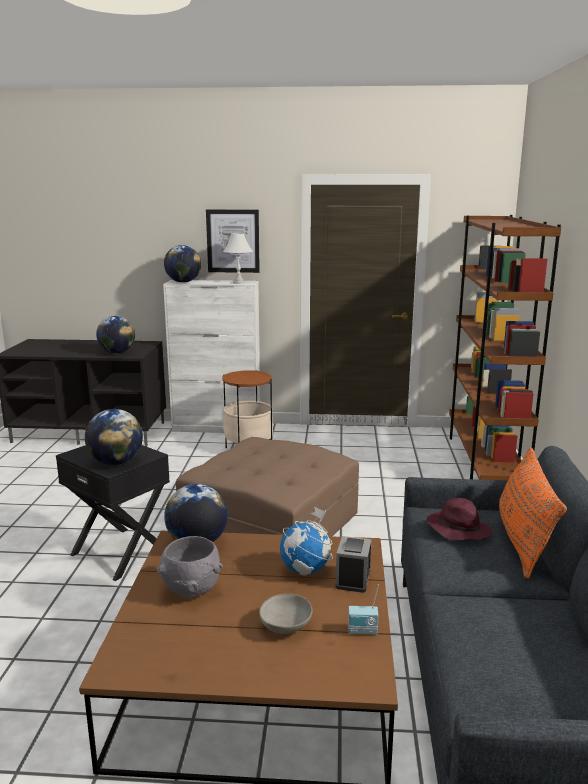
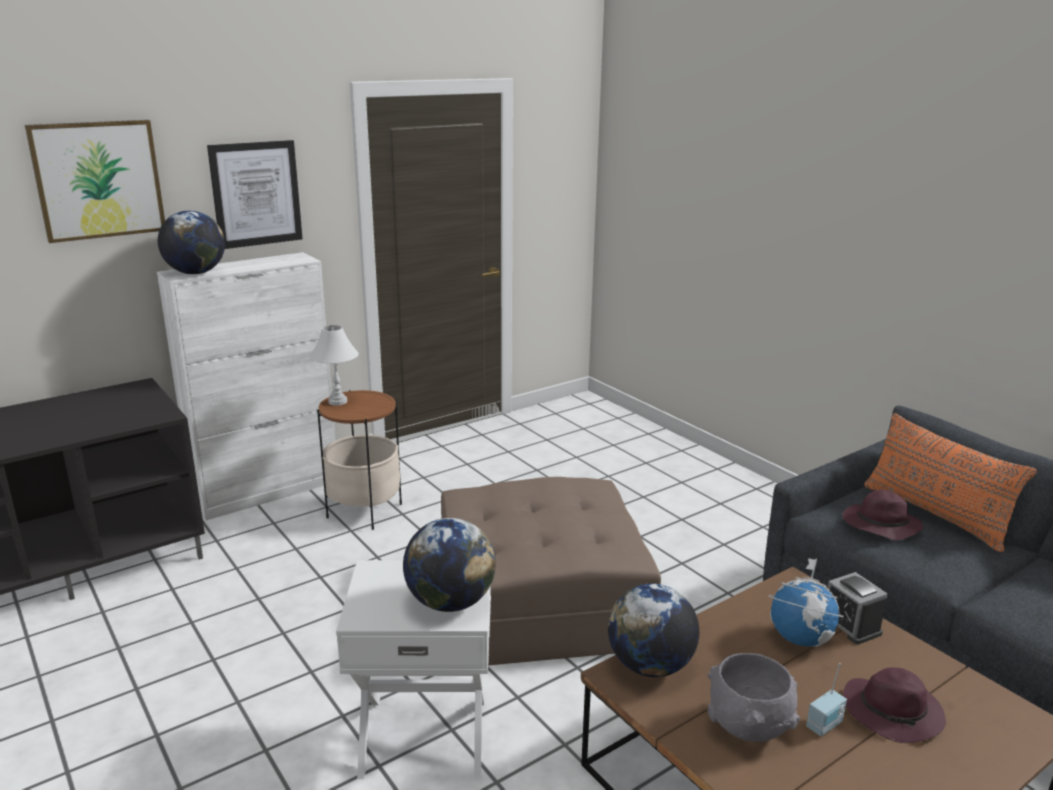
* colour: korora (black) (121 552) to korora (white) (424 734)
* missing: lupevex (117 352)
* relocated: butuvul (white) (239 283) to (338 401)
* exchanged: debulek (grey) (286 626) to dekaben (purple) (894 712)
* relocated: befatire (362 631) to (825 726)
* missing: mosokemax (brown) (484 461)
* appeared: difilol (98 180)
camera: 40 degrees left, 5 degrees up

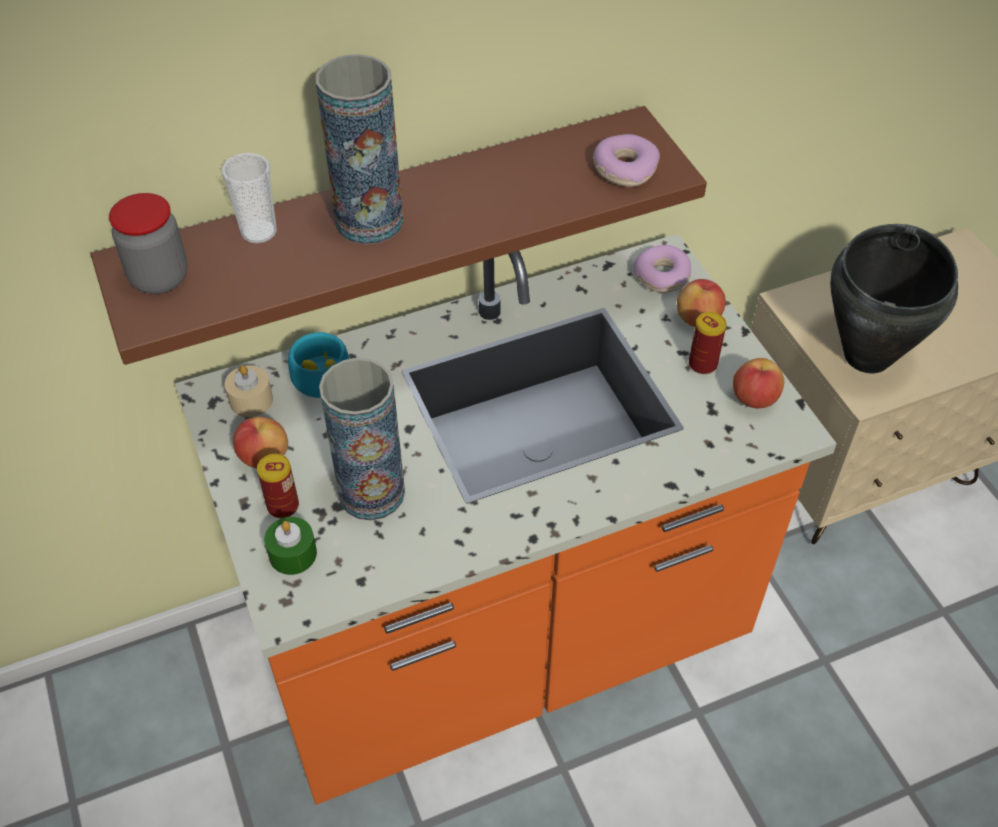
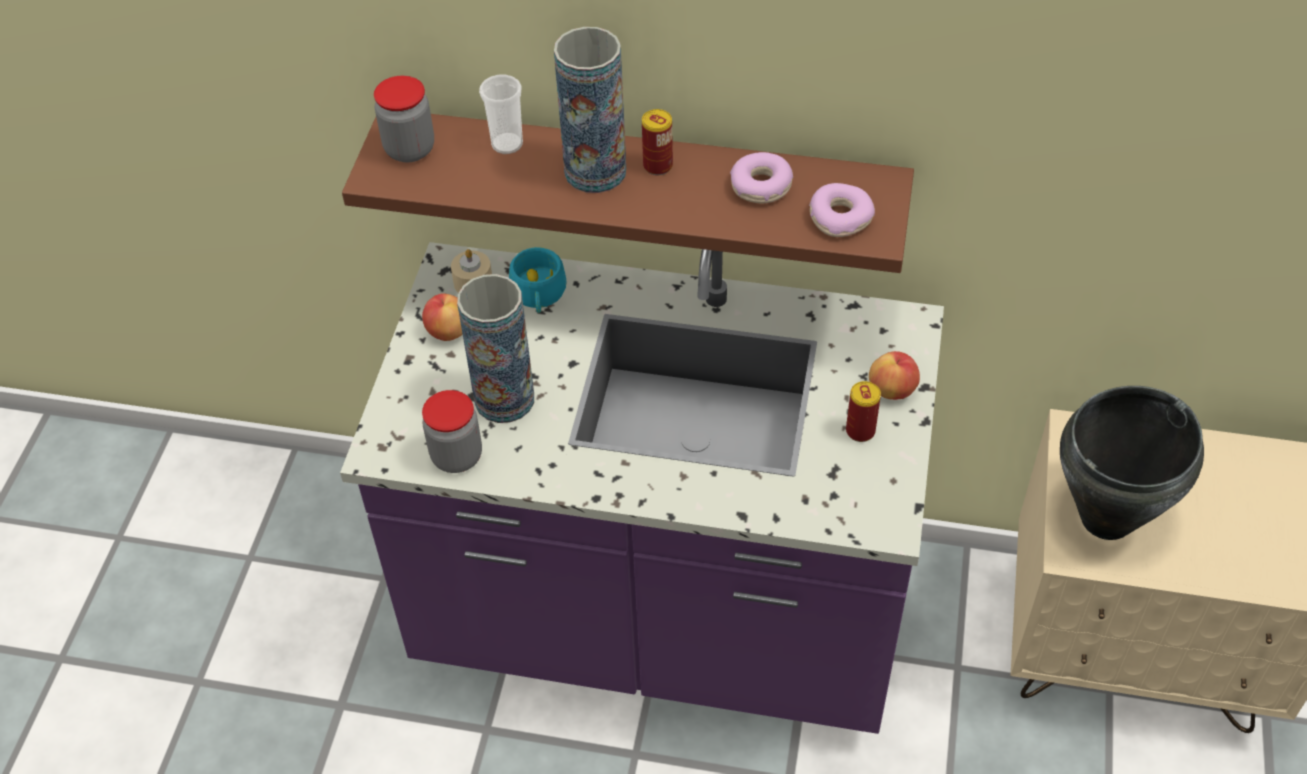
* colour: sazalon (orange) (499 639) to sazalon (purple) (661 618)
* relocated: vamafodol (283 506) to (658 166)
* missing: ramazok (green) (293 554)
* relocated: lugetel (662 276) to (761 186)
* missing: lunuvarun (754 399)
* appeared: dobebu (457 456)
camera: 35 degrees right, 0 degrees up

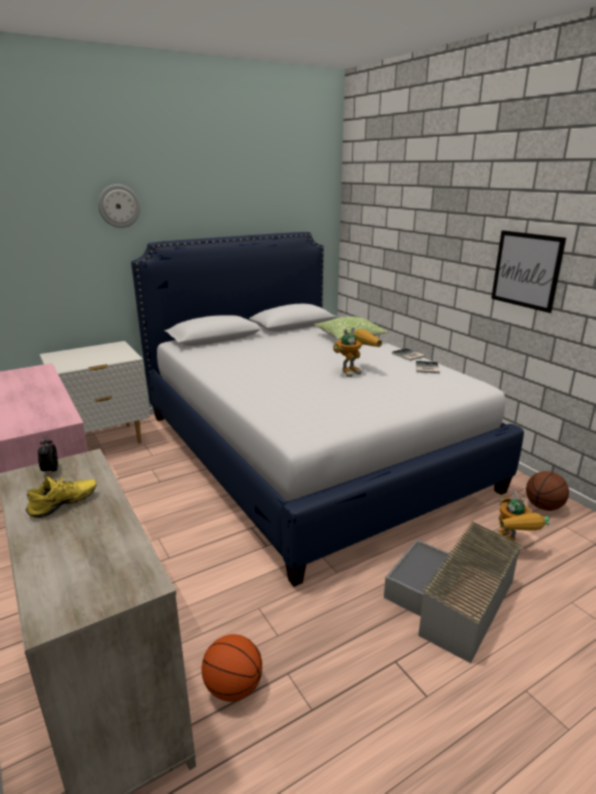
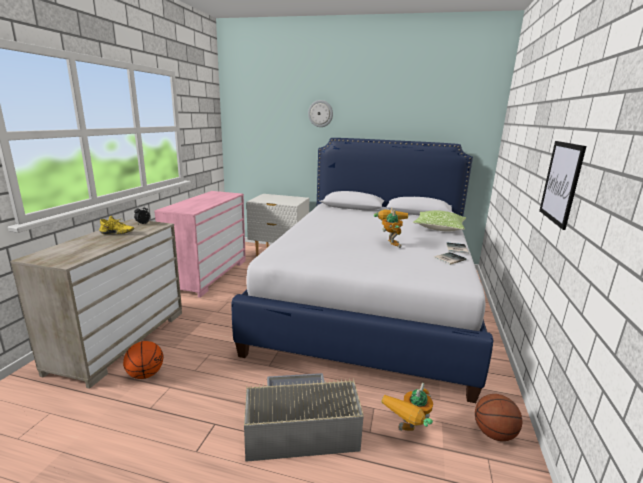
* spun: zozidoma (354 371) = (389 243) 105 degrees counterclockwise
camera: 45 degrees right, 5 degrees down

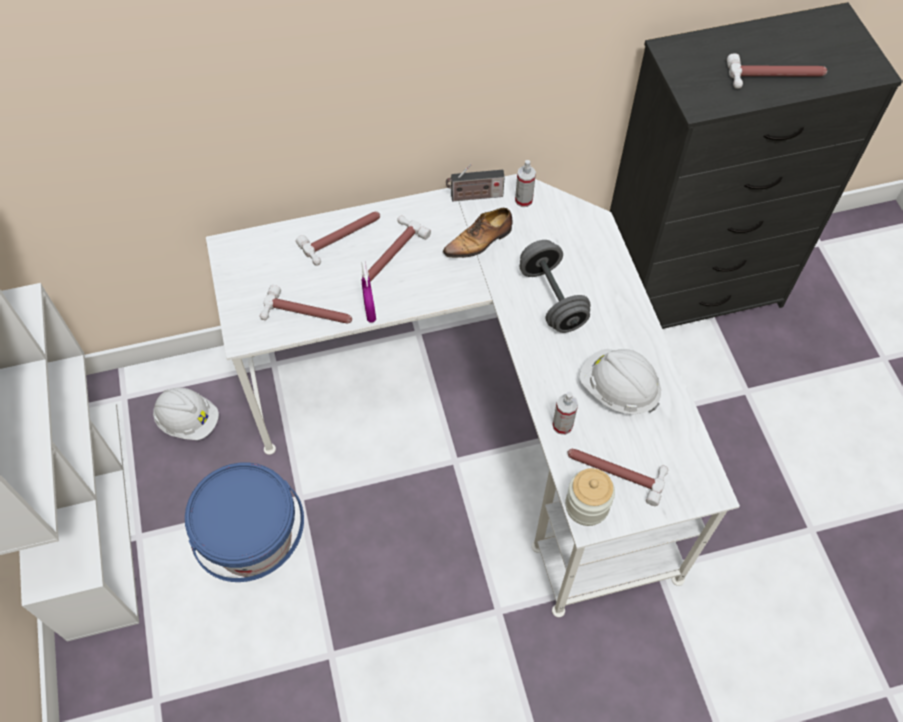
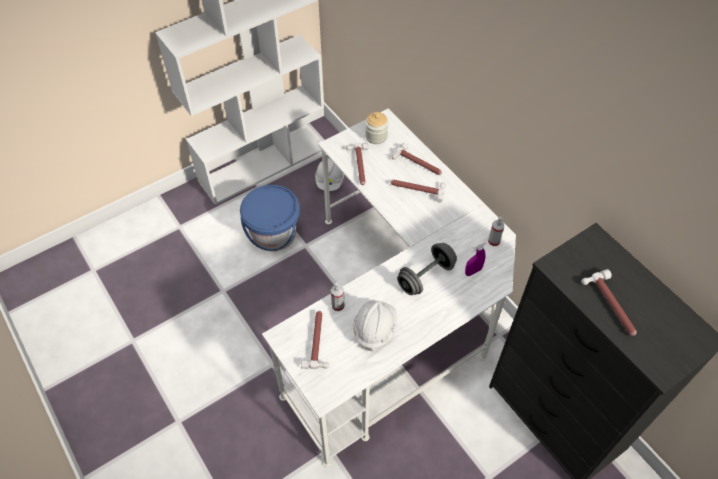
* relocated: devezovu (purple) (370 311) to (473 271)
* missing: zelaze (480 241)
* missing: befatire (474 196)
* relocated: dobebu (587 506) to (376 136)
camera: 70 degrees right, 5 degrees down

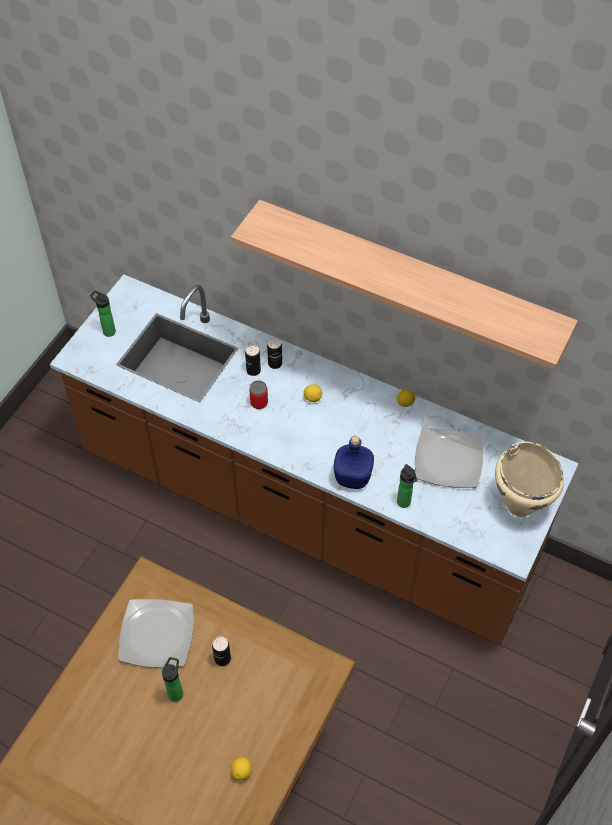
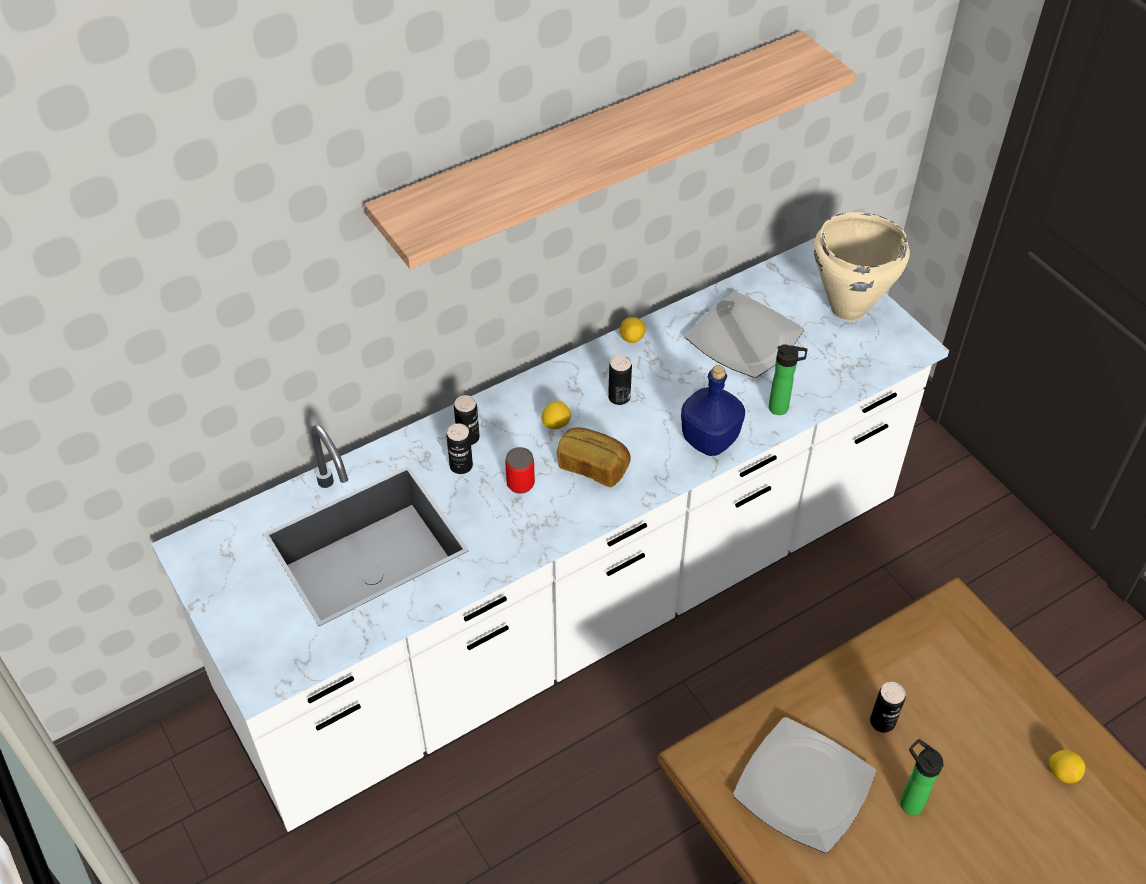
* colour: sazalon (brown) (306 510) to sazalon (white) (573 608)
* missing: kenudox (107 331)
* appeared: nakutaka (593 466)
* appeared: vamafodol (619 397)
camera: 60 degrees left, 5 degrees down

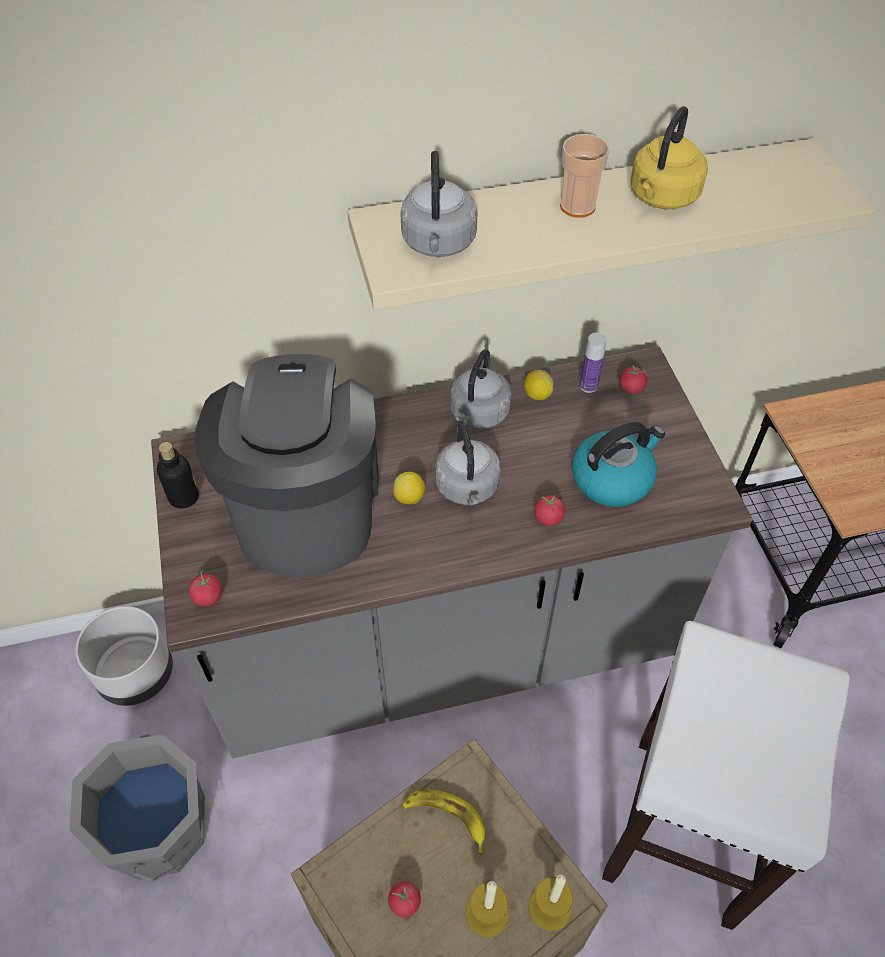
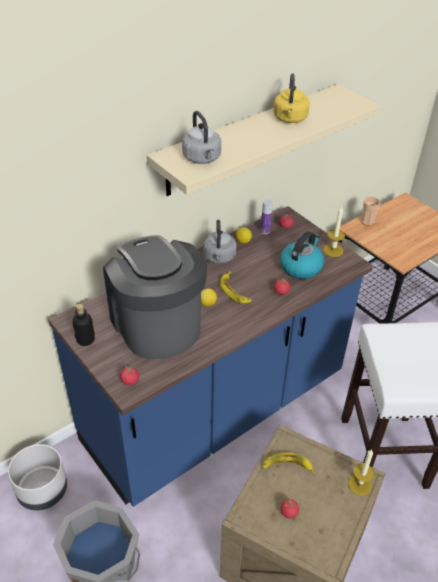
* colour: sazalon (grey) (442 644) to sazalon (blue) (216 410)
* exchanged: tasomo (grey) (468 488) to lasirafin (234 291)
* relocated: ramazok (487 913) to (333 250)
* relocated: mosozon (577 206) to (367 221)
camera: 25 degrees left, 10 degrees down

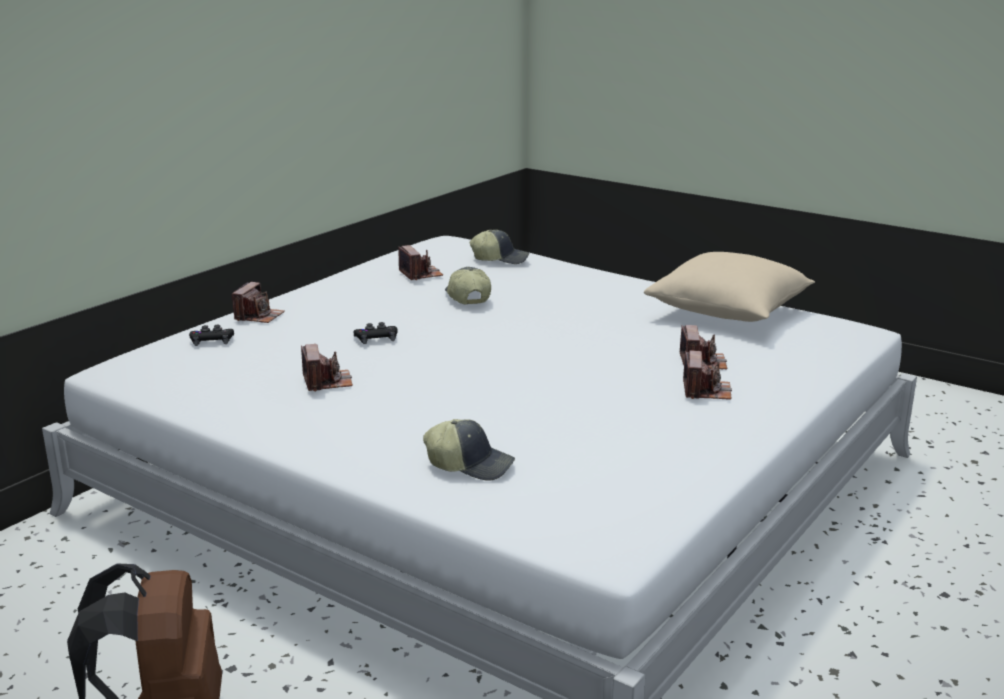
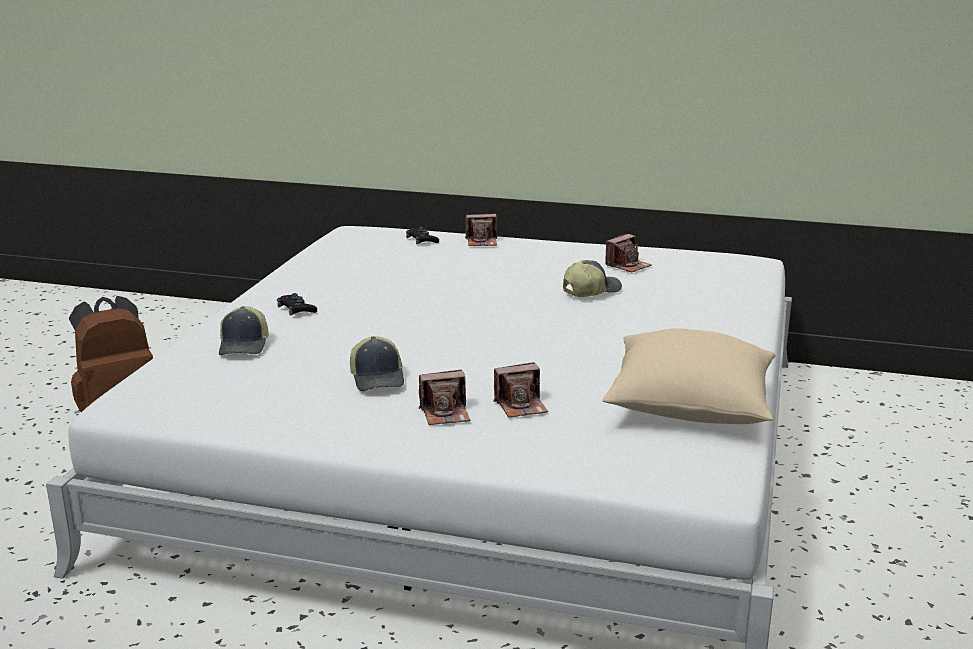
* missing: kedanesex (327 382)
* relocated: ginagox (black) (376 338) to (296 309)
* relocated: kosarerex (500 259) to (378 378)
camera: 70 degrees right, 0 degrees up

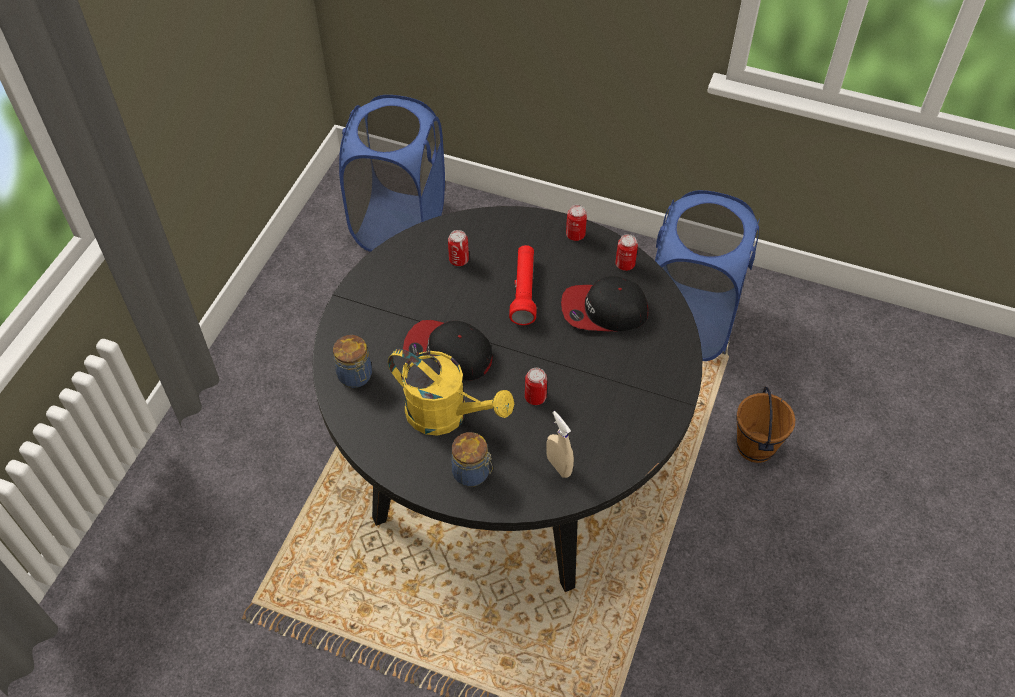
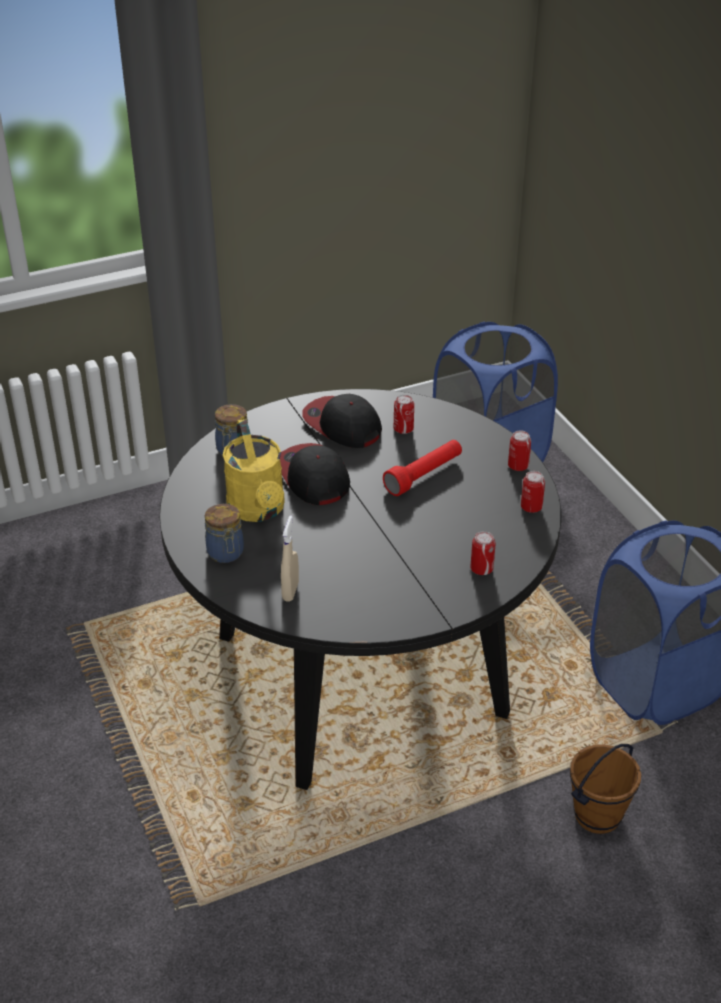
* relocated: vamafodol (535 397) to (481 569)
* relocated: kosarerex (603 310) to (342 425)
camera: 45 degrees right, 15 degrees down

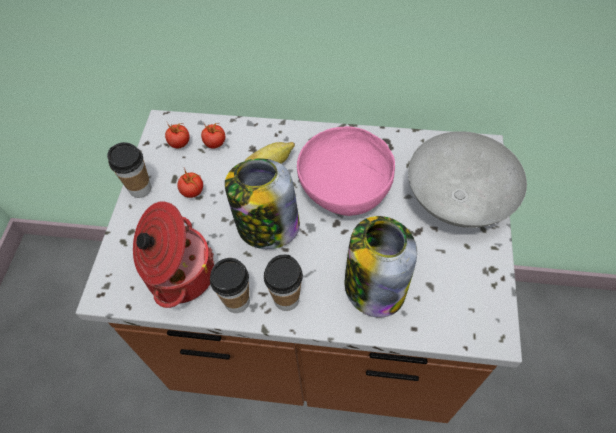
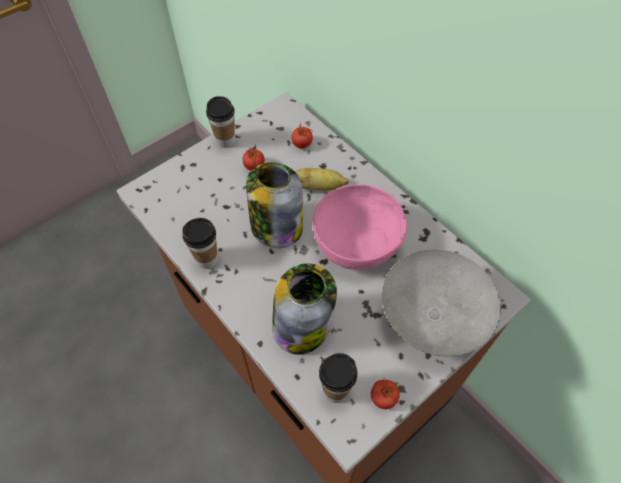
* missing: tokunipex (179 274)
* relocated: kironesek (180 143) to (383 398)
* relocated: mosozon (286 299) to (335 390)
camera: 40 degrees right, 0 degrees up

